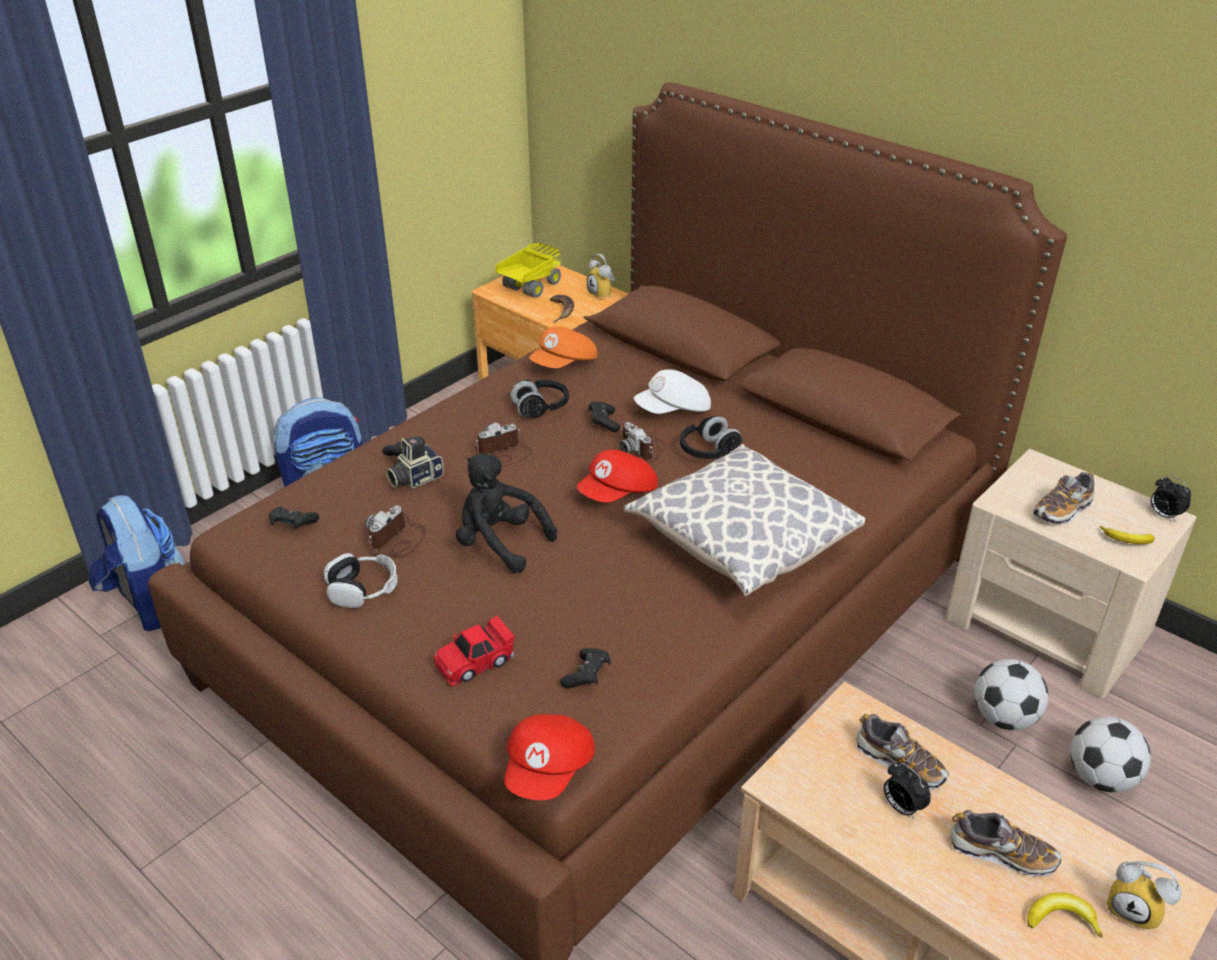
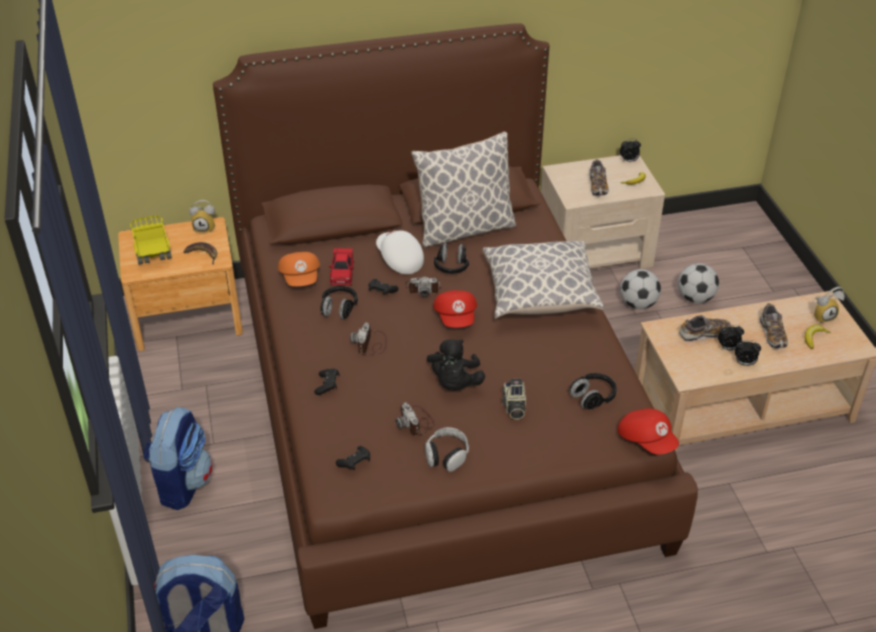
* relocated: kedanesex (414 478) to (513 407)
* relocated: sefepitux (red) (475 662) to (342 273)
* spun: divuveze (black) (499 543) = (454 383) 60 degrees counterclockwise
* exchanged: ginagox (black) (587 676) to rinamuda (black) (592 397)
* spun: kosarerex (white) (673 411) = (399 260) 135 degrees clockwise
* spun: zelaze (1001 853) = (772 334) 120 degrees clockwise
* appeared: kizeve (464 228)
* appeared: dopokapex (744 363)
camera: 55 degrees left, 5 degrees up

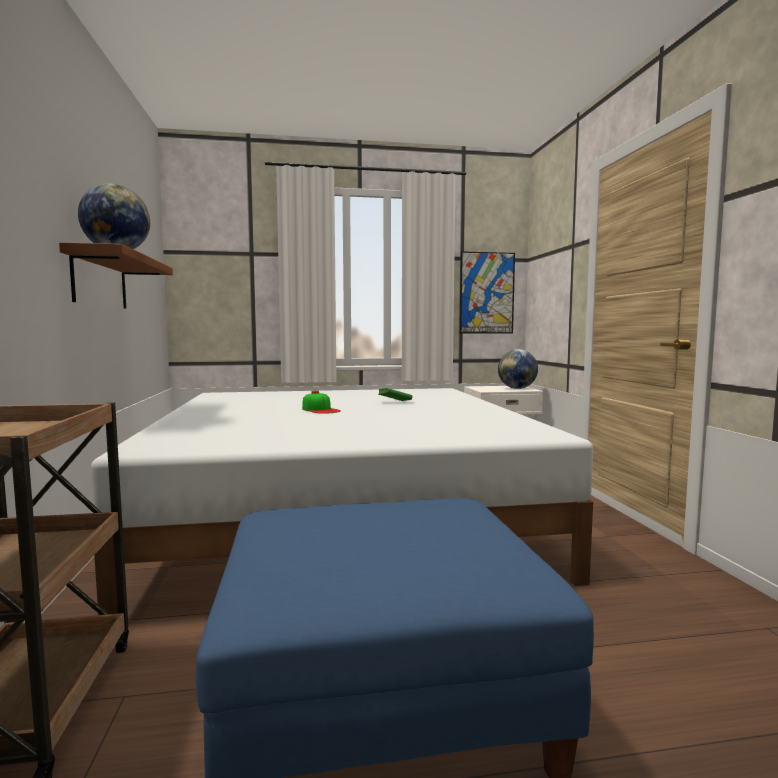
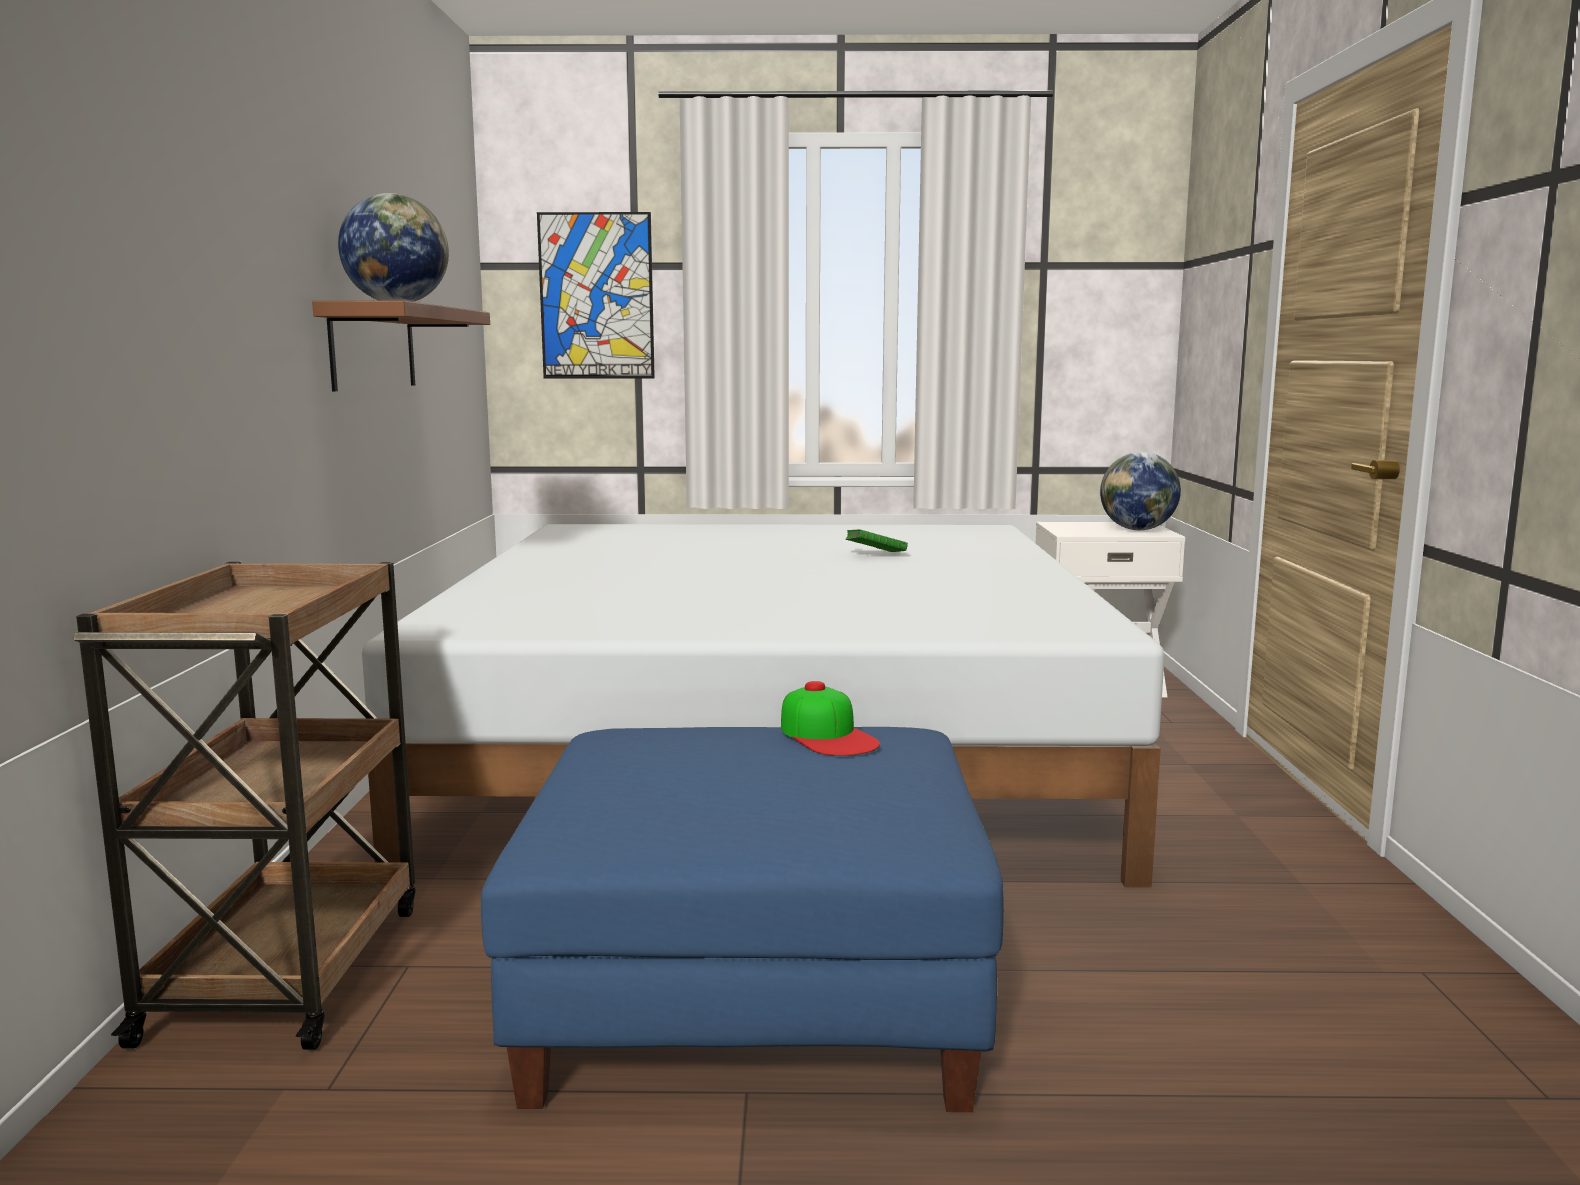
* relocated: kosarerex (320 410) to (828 735)
* relocated: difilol (487 293) to (596 296)
camera: 10 degrees right, 5 degrees up

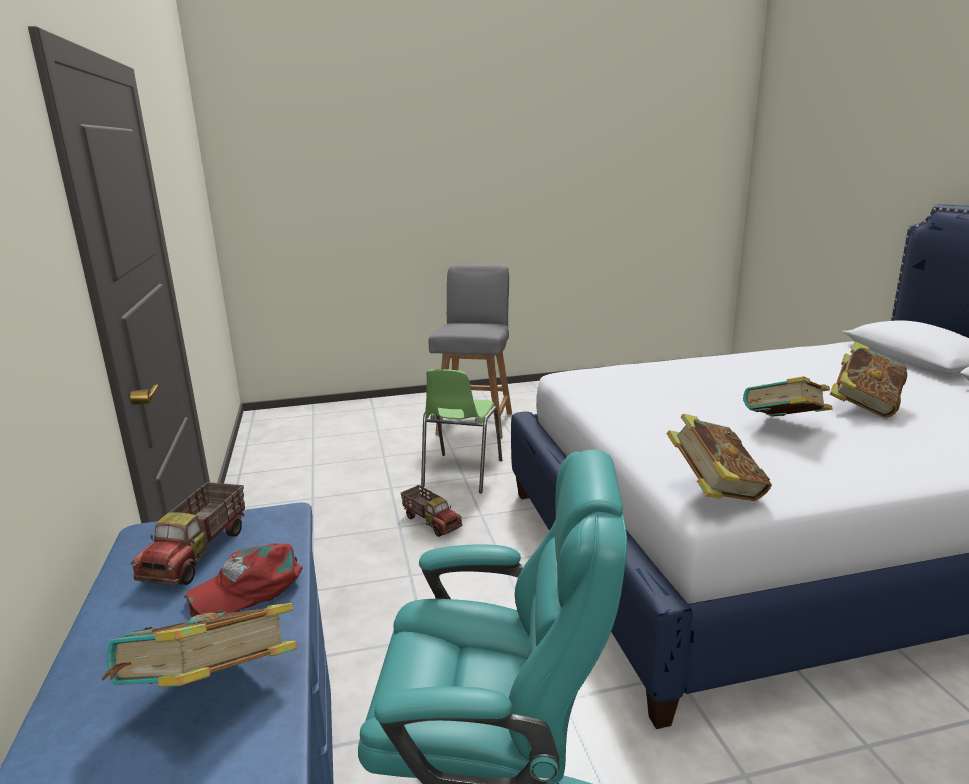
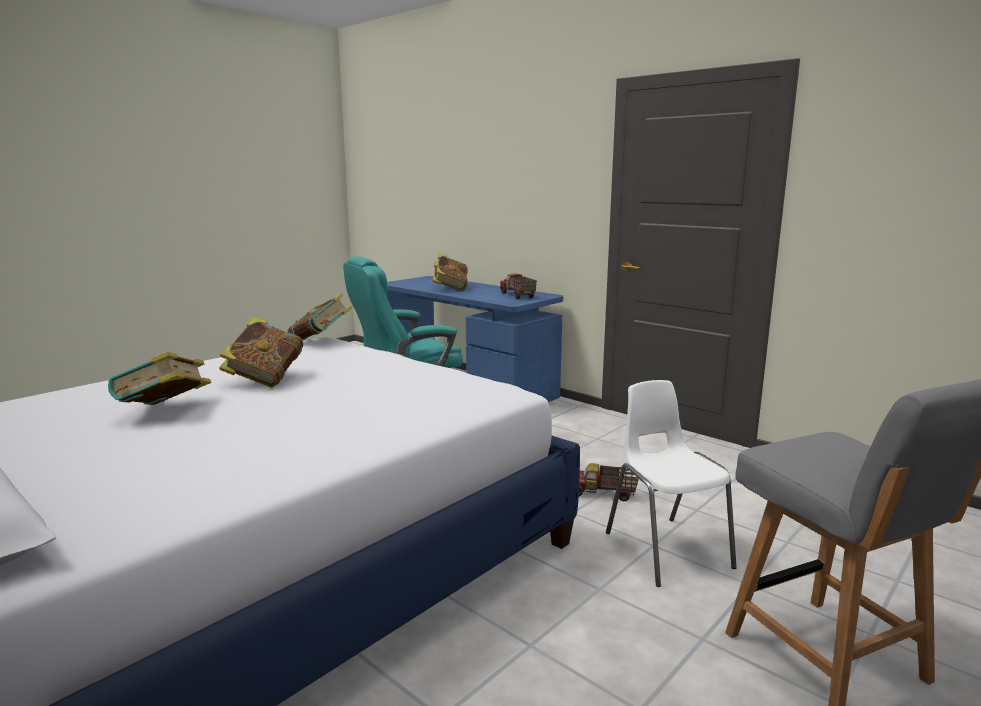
* missing: kosarerex (red) (249 587)
* colour: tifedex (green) (461 473) to tifedex (white) (666 549)
camera: 145 degrees right, 5 degrees down

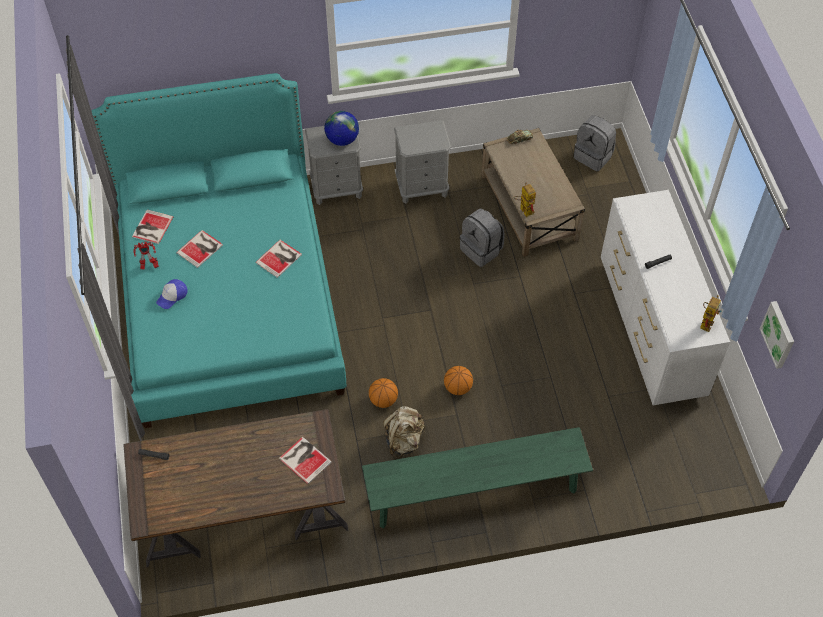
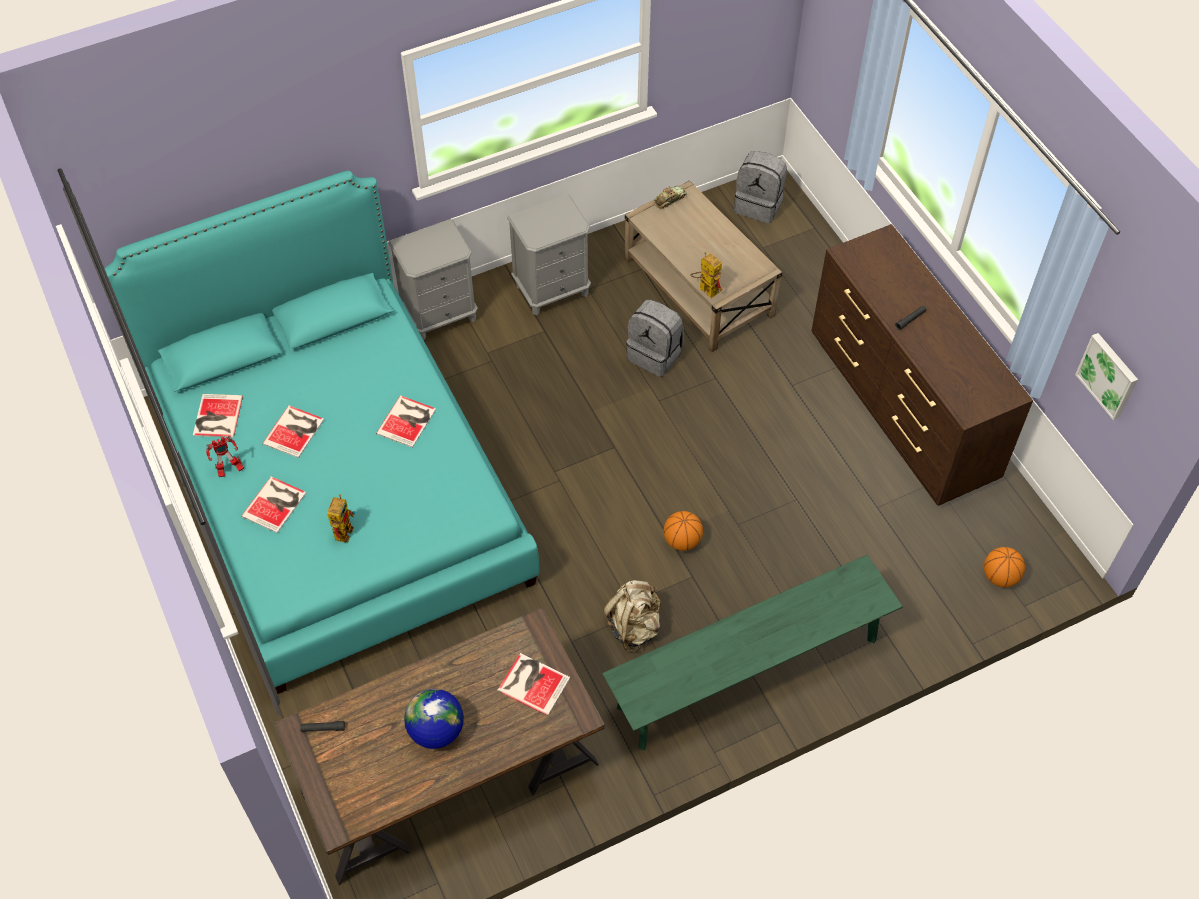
* exchanged: kosarerex (172 296) to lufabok (276 504)
* relocated: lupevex (342 140) to (436 731)
* relocated: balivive (383 400) to (999 577)
* colour: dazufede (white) (650 329) to dazufede (brown) (901 410)
* relocated: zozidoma (706 321) to (343 529)
camera: 15 degrees left, 0 degrees up

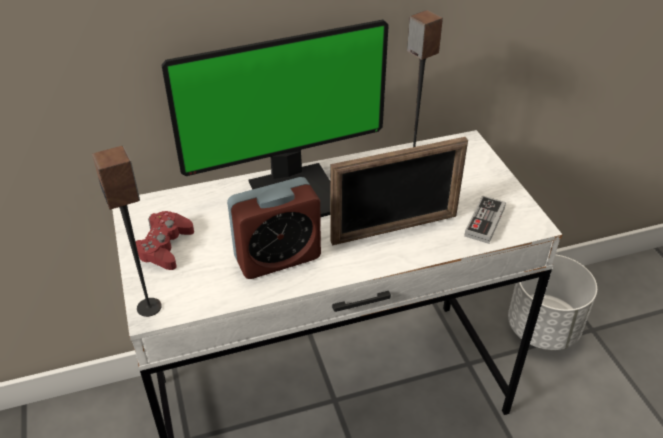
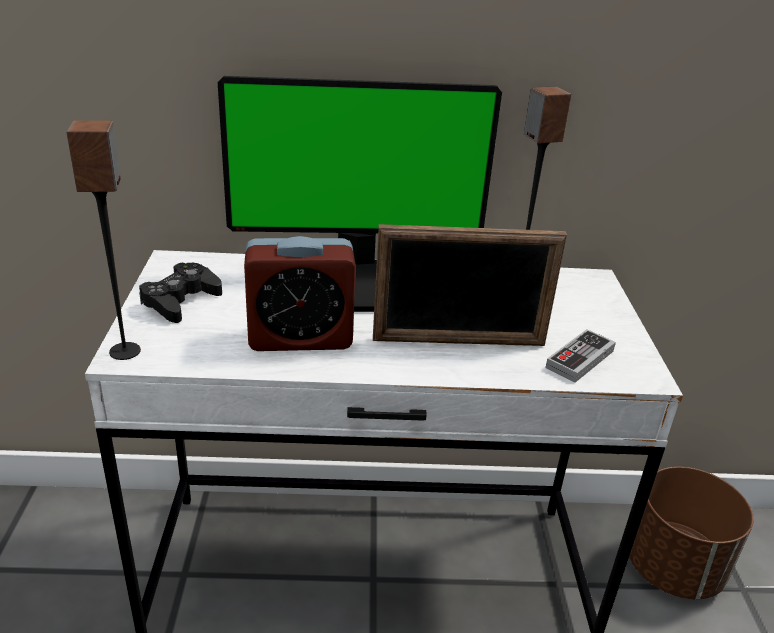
* colour: ginagox (red) (164 246) to ginagox (black) (181 300)
* colour: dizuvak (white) (543 328) to dizuvak (brown) (673 568)
camera: 15 degrees right, 10 degrees down

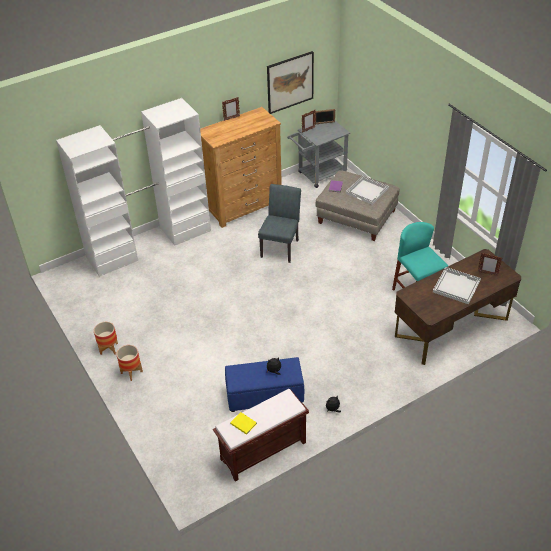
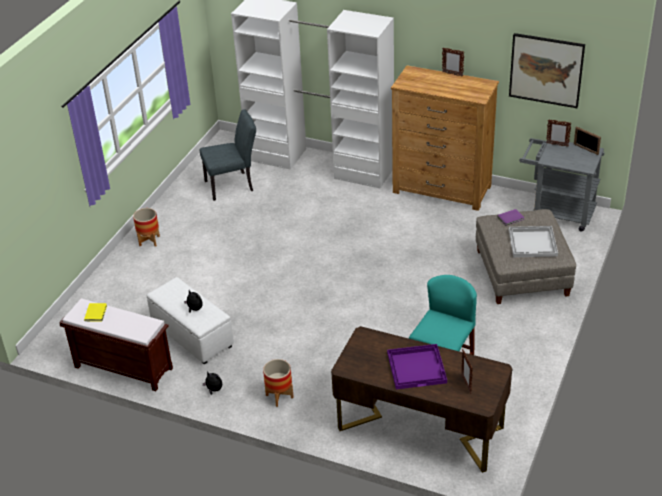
* relocated: dizuvak (109 349) to (279 396)
* colour: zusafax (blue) (264 395) to zusafax (white) (192 335)
* relocated: tifedex (grey) (281 246) to (233 185)
* colour: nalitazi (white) (456 286) to nalitazi (purple) (417 367)
camera: 55 degrees right, 5 degrees down

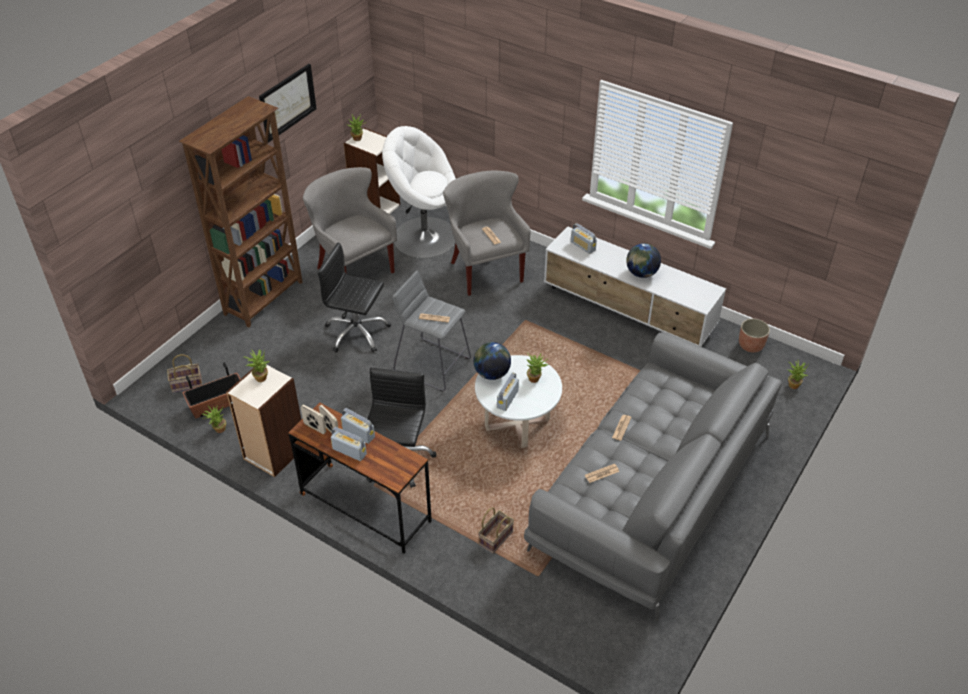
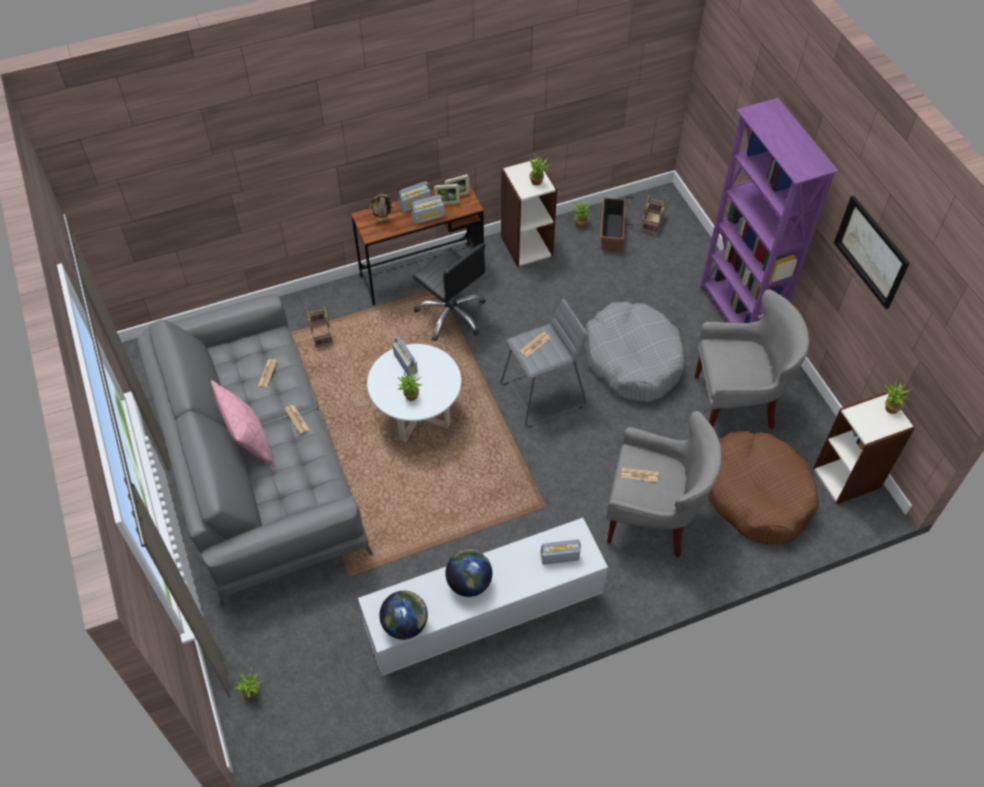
* colour: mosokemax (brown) (265 298) to mosokemax (purple) (737 315)
* exchanged: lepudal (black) (356 333) to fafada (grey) (632 360)
* exchanged: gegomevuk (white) (423 236) to fafada (brown) (756 494)
* relocated: lupevex (491 373) to (405 624)
* missing: dizuvak (751 345)
* appeared: kizeve (pink) (249 442)
* appeared: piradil (383 220)
camera: 125 degrees right, 10 degrees up

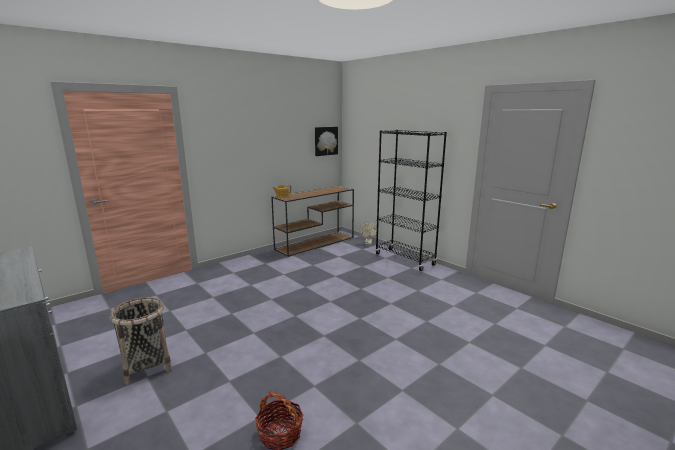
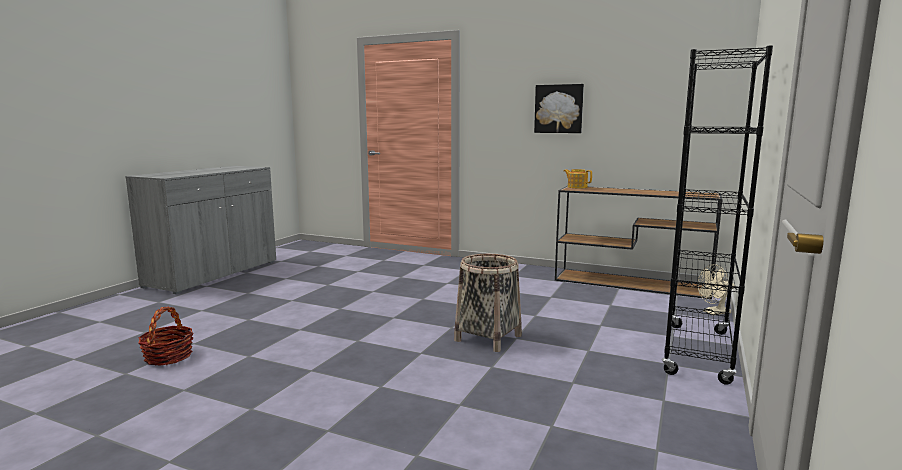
* relocated: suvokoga (147 365) to (488 338)
* relocated: difilol (325 141) to (559 109)
camera: 65 degrees right, 5 degrees down

